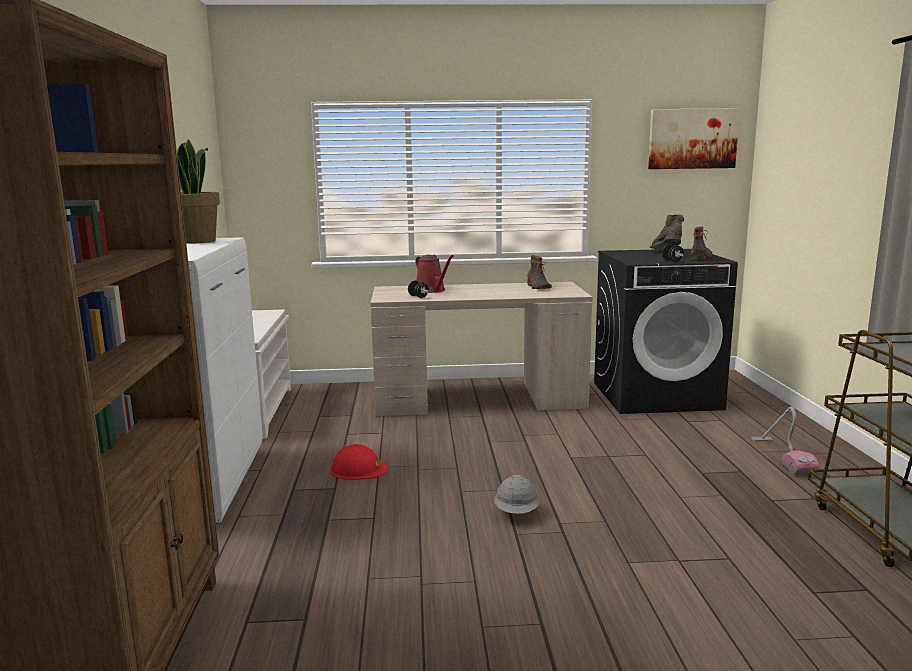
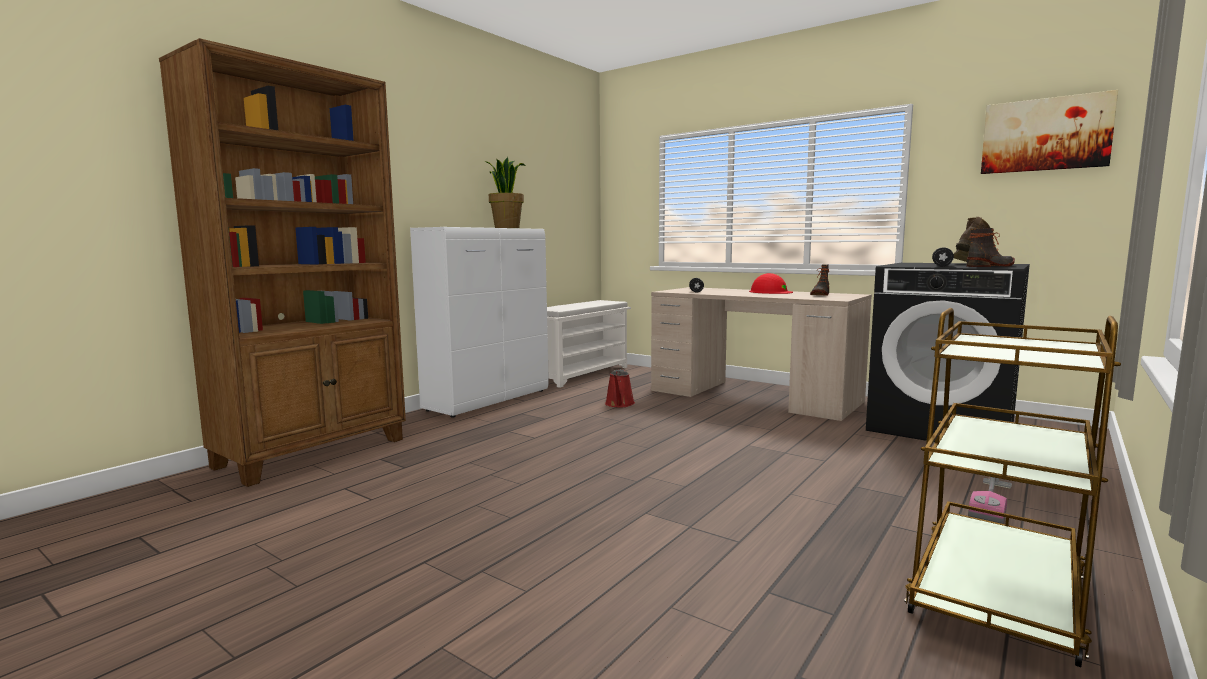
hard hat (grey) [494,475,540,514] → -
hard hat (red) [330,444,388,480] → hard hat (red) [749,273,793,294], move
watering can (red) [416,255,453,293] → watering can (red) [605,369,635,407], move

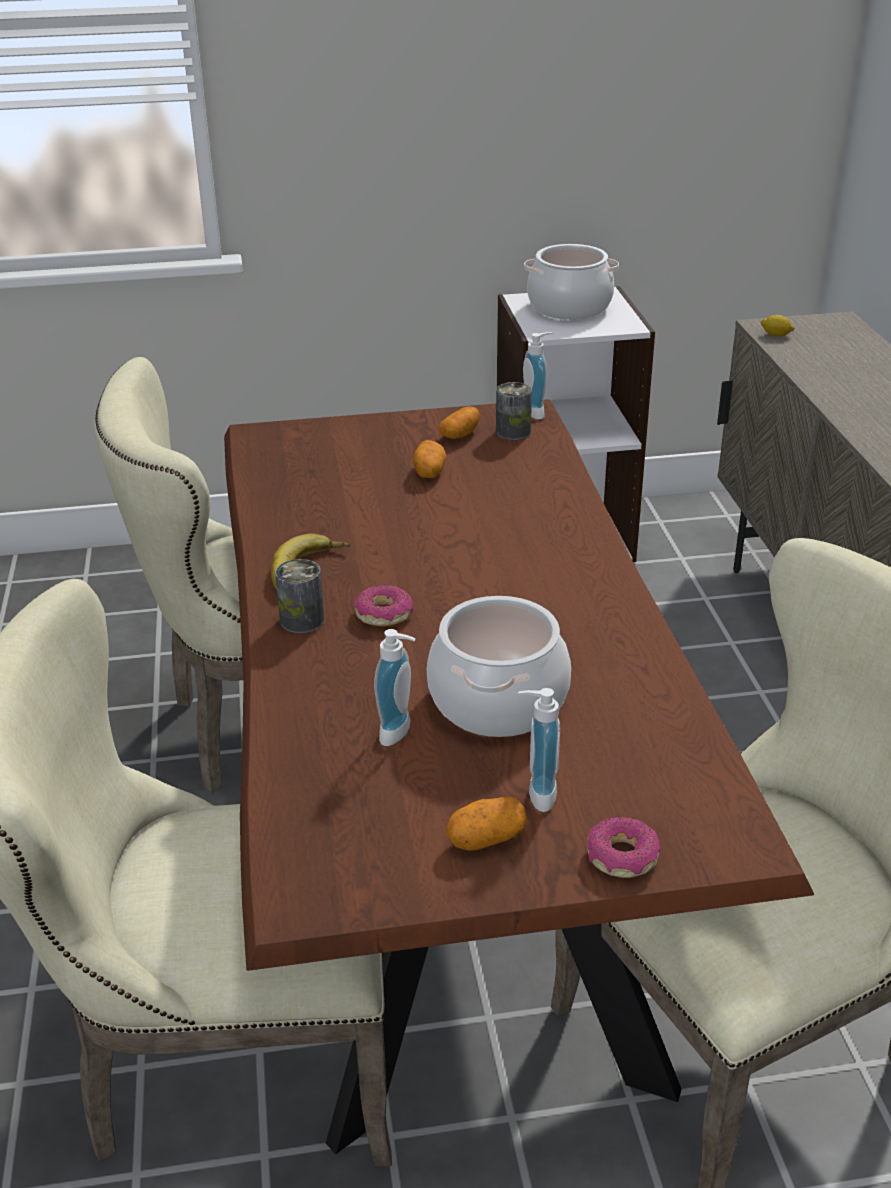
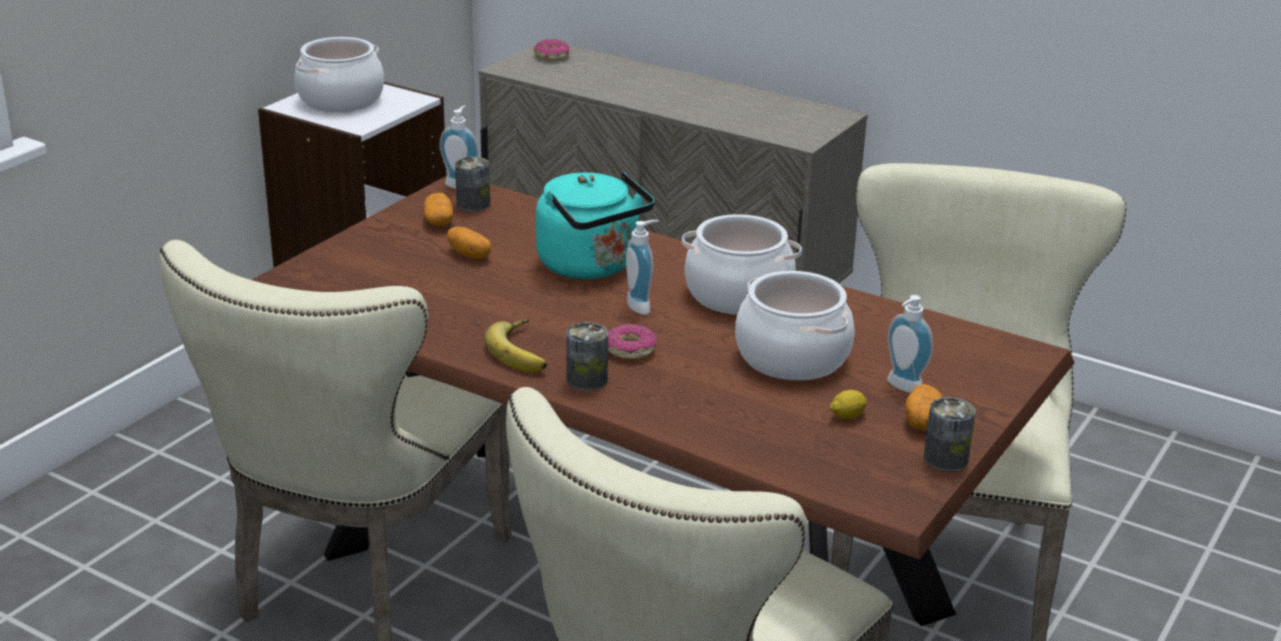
- → kettle (turquoise) [536,172,655,279]
- → cooking pot [682,214,802,315]
- → can [924,397,976,472]
soap dispenser [374,629,416,746] → soap dispenser [626,220,659,315], move
donut [587,817,660,878] → donut [534,39,570,60], move
lemon [761,315,795,336] → lemon [830,390,867,419], move

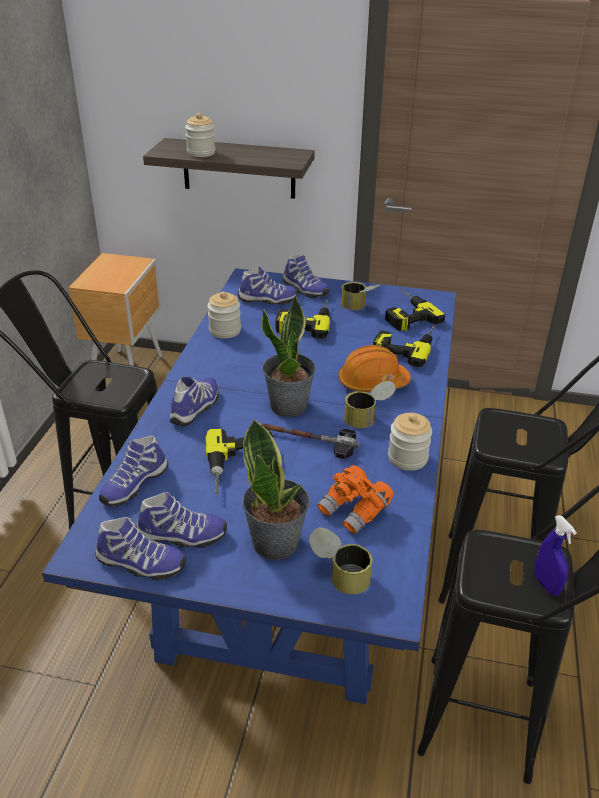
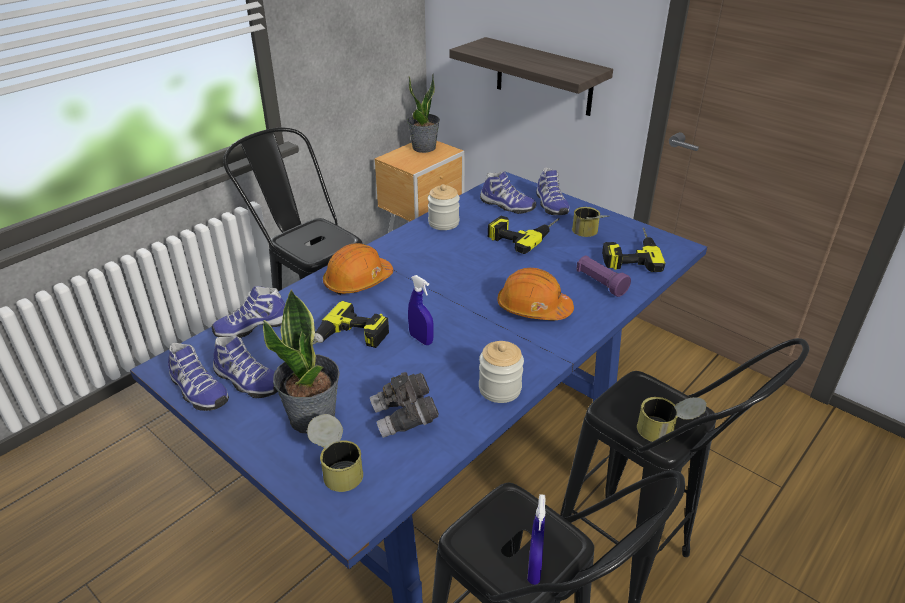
jar [185,113,216,157] → -
potted plant [262,295,316,417] → potted plant [407,74,440,153], move
can [344,381,396,428] → can [637,397,706,442], move
shoe [170,376,219,426] → hard hat (orange) [323,243,393,295]
hammer [256,421,359,459] → spray bottle (blue) [408,275,434,345]
power drill [373,326,435,368] → flashlight (purple) [576,255,631,297]
binoculars (orange) [317,465,394,534] → binoculars (grey) [370,372,439,438]

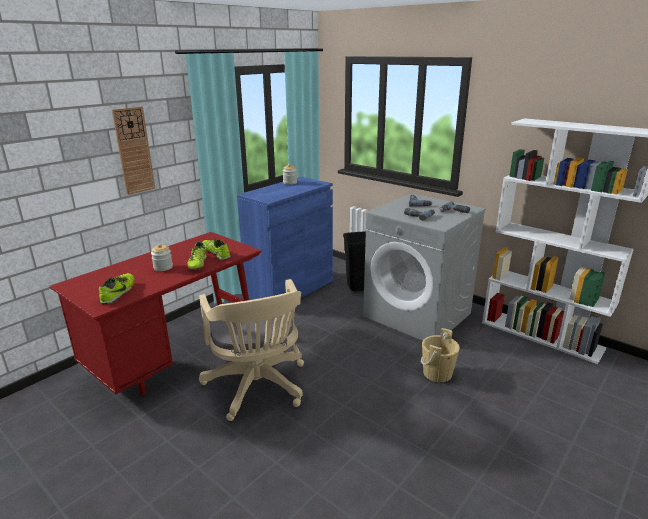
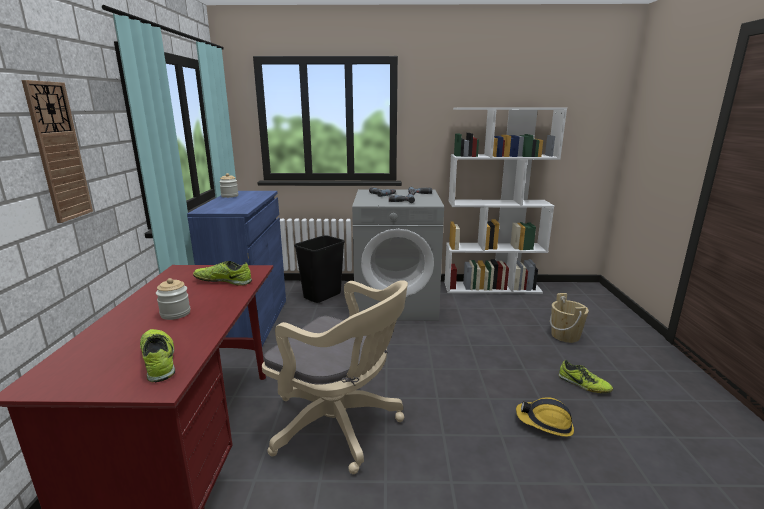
- → hard hat [516,397,574,437]
shoe [187,242,207,270] → shoe [559,360,613,393], move
bucket (beige) [421,328,460,382] → bucket (beige) [550,293,589,343], move

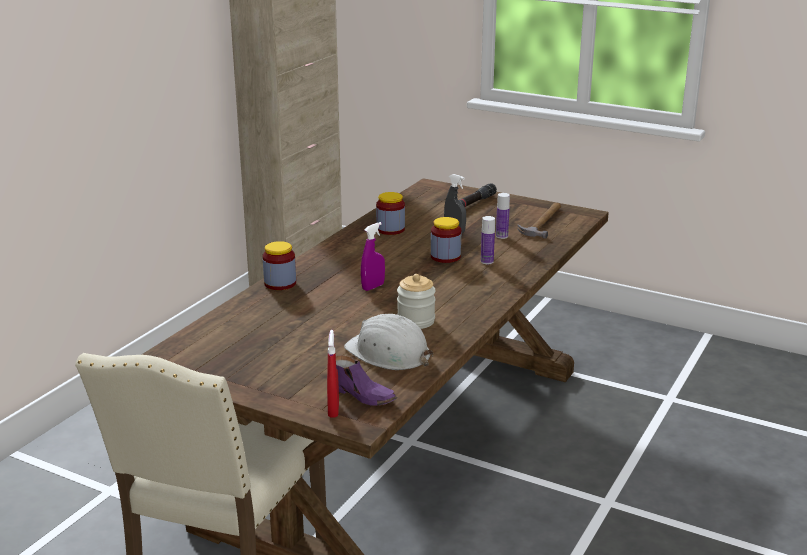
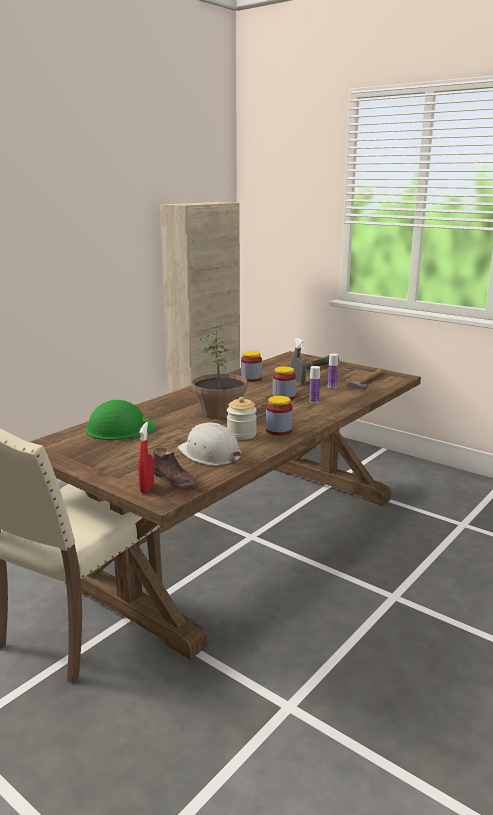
- → hard hat (green) [85,400,156,440]
jar [263,241,296,290] → jar [266,396,293,435], move
spray bottle (purple) [361,222,385,291] → potted plant [191,332,248,419]
shoe (purple) [336,355,397,405] → shoe (brown) [153,448,198,487]

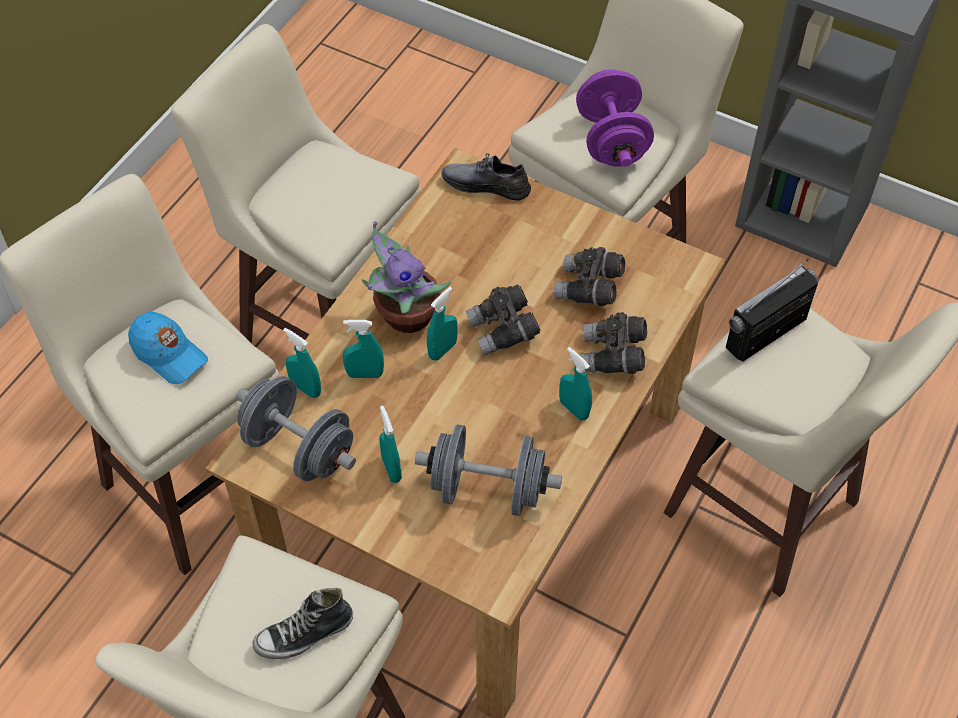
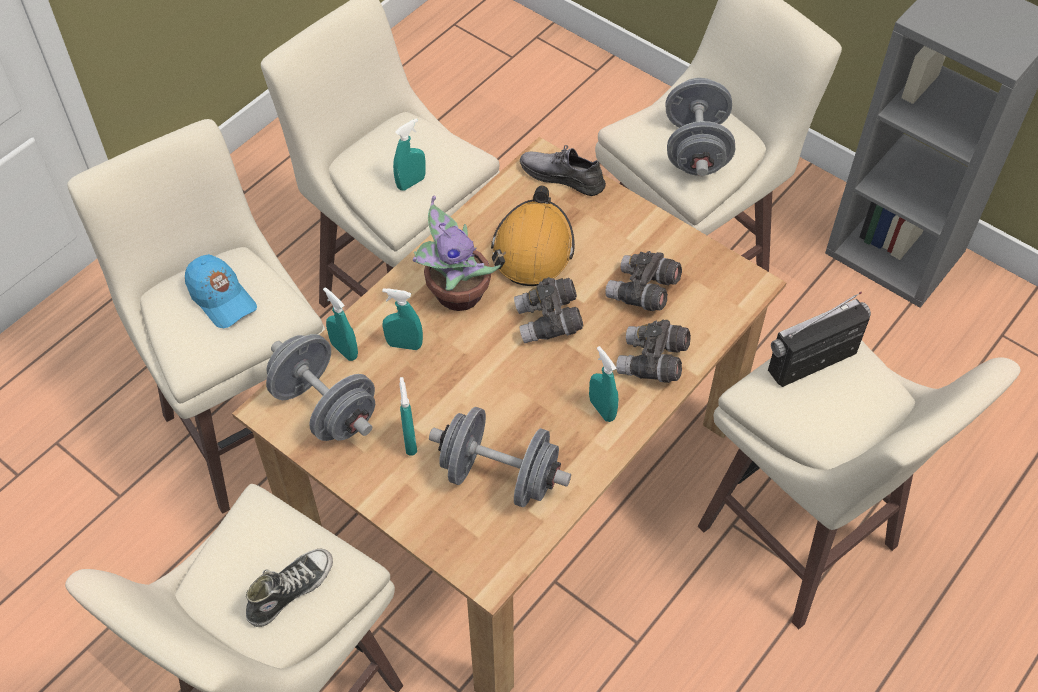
- → hard hat (orange) [491,185,575,286]
spray bottle (turquoise) [427,287,458,361] → spray bottle (turquoise) [393,118,426,191], move
dumbbell (purple) [576,69,654,167] → dumbbell (grey) [666,78,735,176]
shoe [252,588,353,659] → shoe [246,549,333,627], 150 degrees clockwise

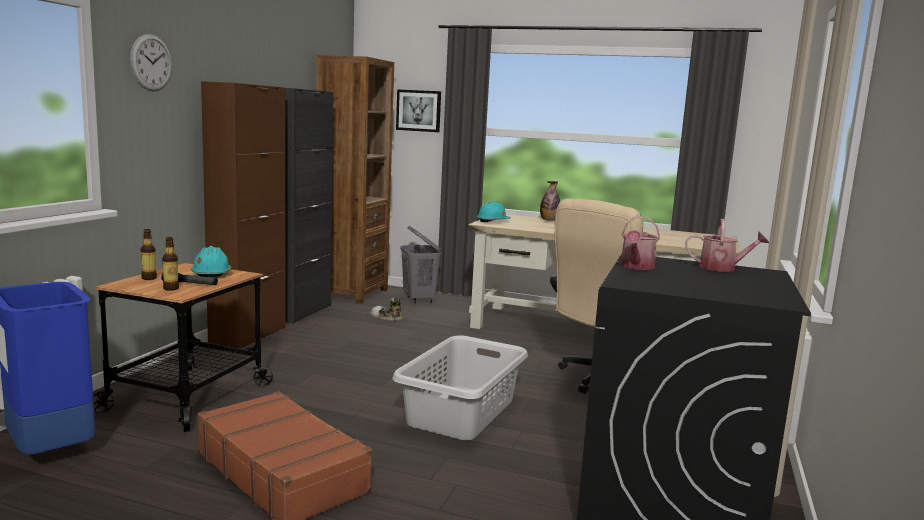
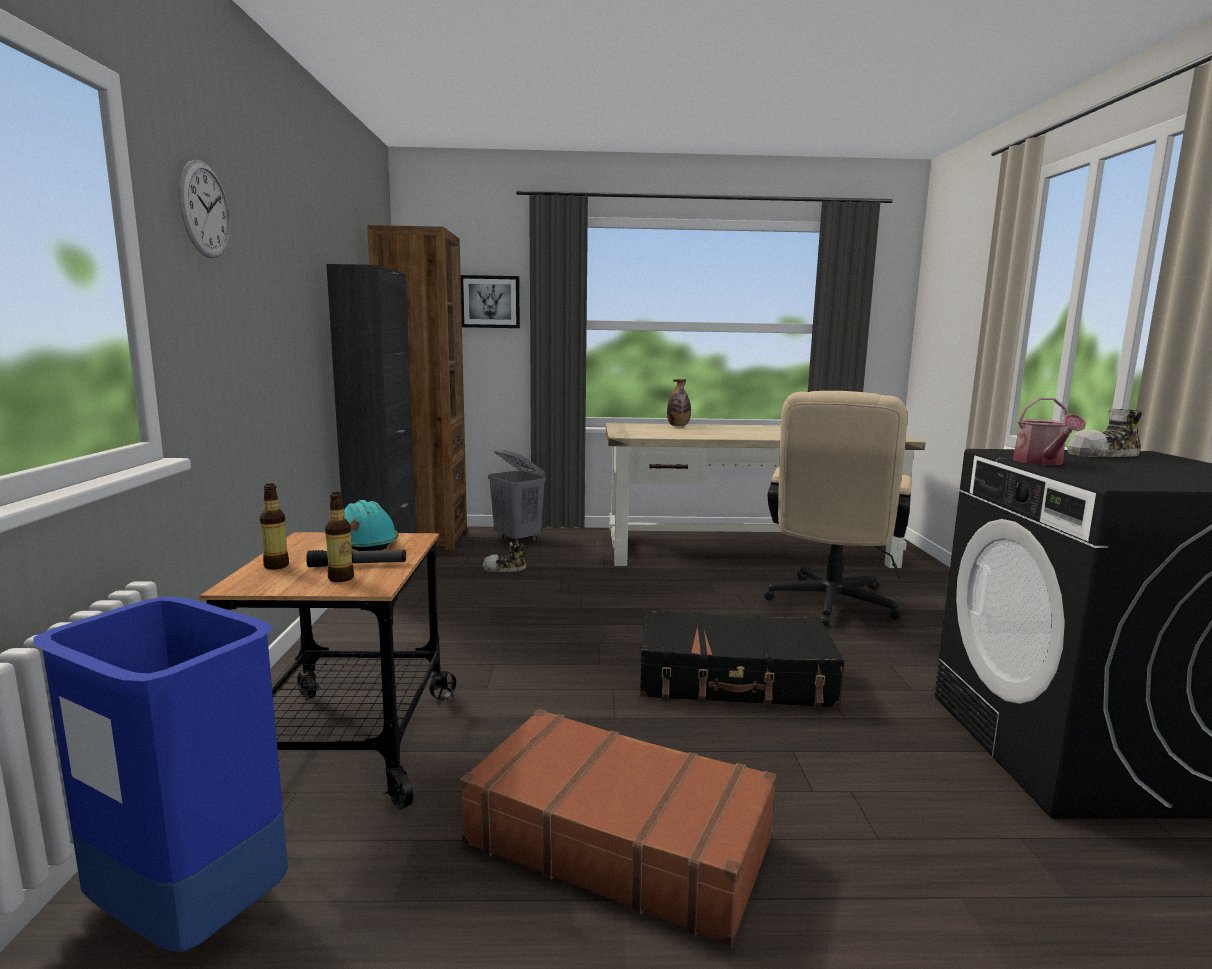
cabinet (brown) [201,81,286,349] → -
hard hat (turquoise) [477,201,511,222] → -
laundry basket (grey) [392,335,528,440] → suitcase (black) [640,609,844,708]
watering can [685,219,769,272] → shoe [1067,408,1142,457]

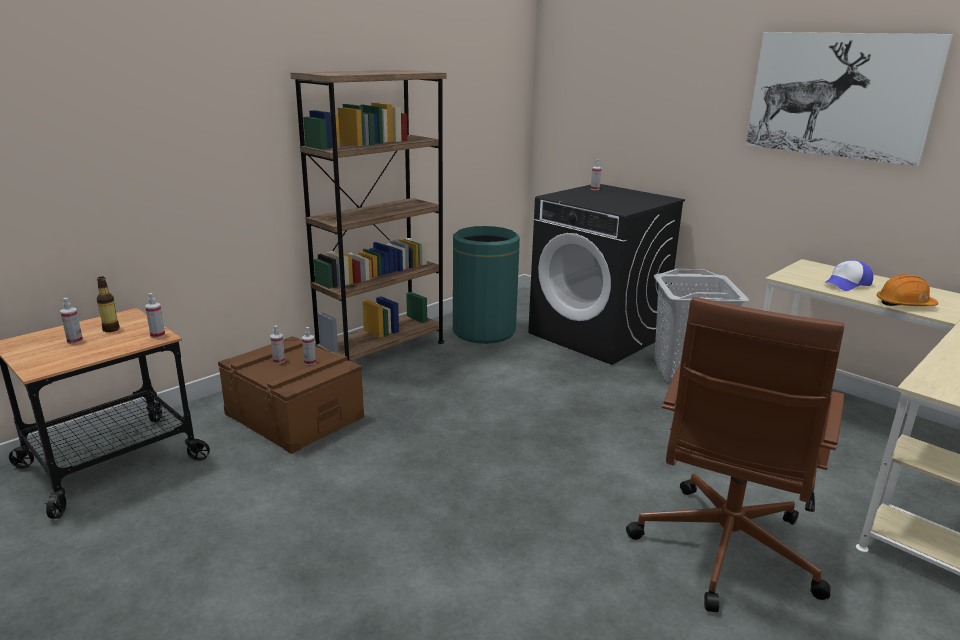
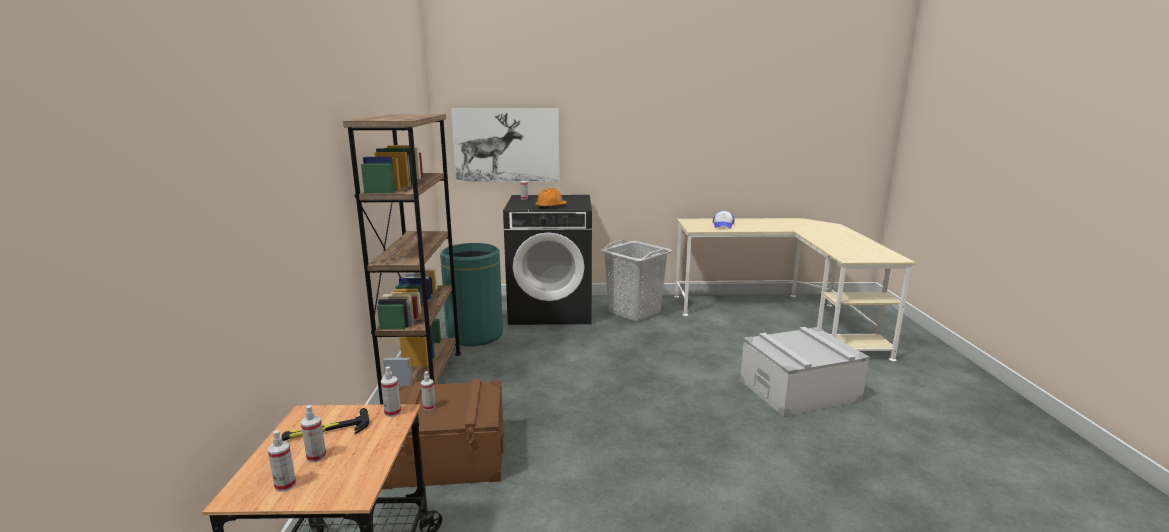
spray bottle [302,327,316,365] → spray bottle [268,430,296,492], move
picture [745,32,953,166] → picture [451,108,560,182], move
hard hat (orange) [876,274,938,306] → hard hat (orange) [535,188,567,209], move
bottle [96,276,120,332] → hammer [282,408,369,441]
office chair (brown) [626,297,845,612] → storage box (grey) [740,327,870,417]

